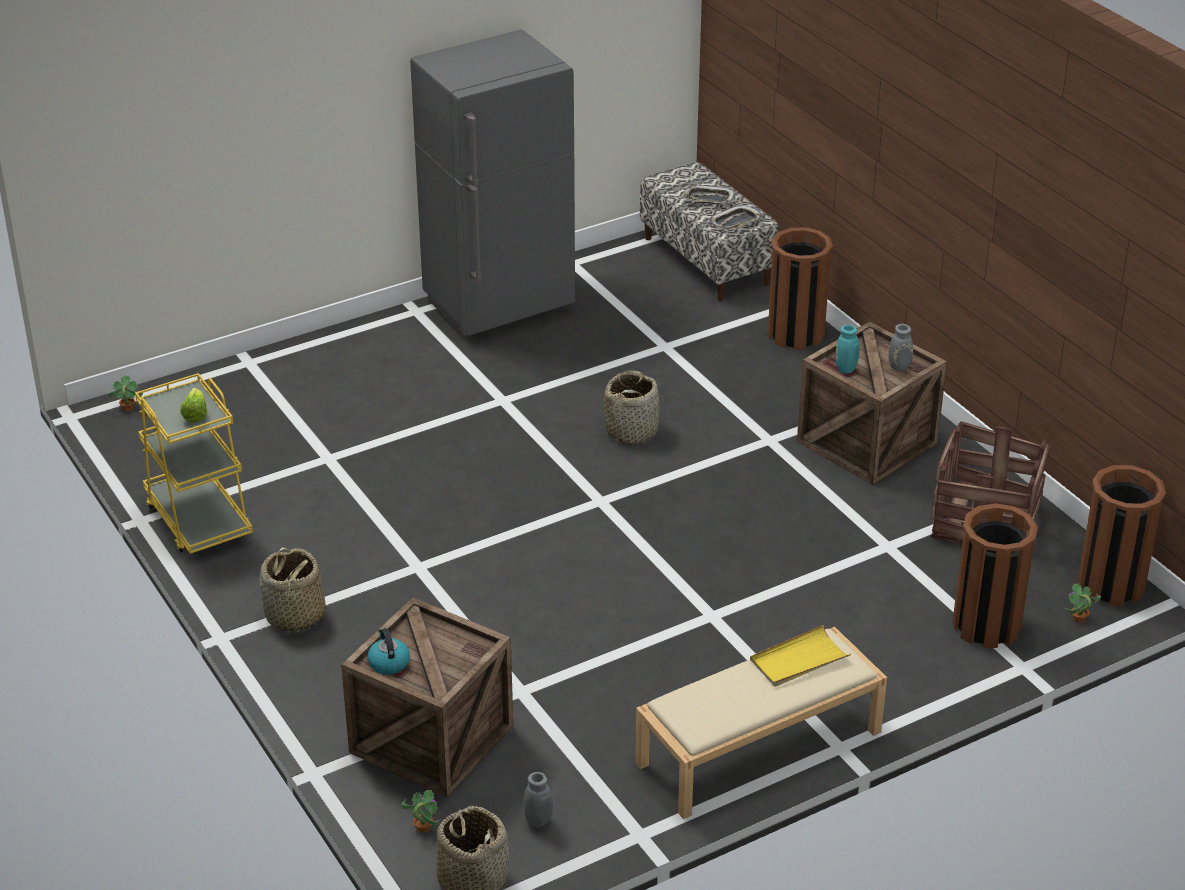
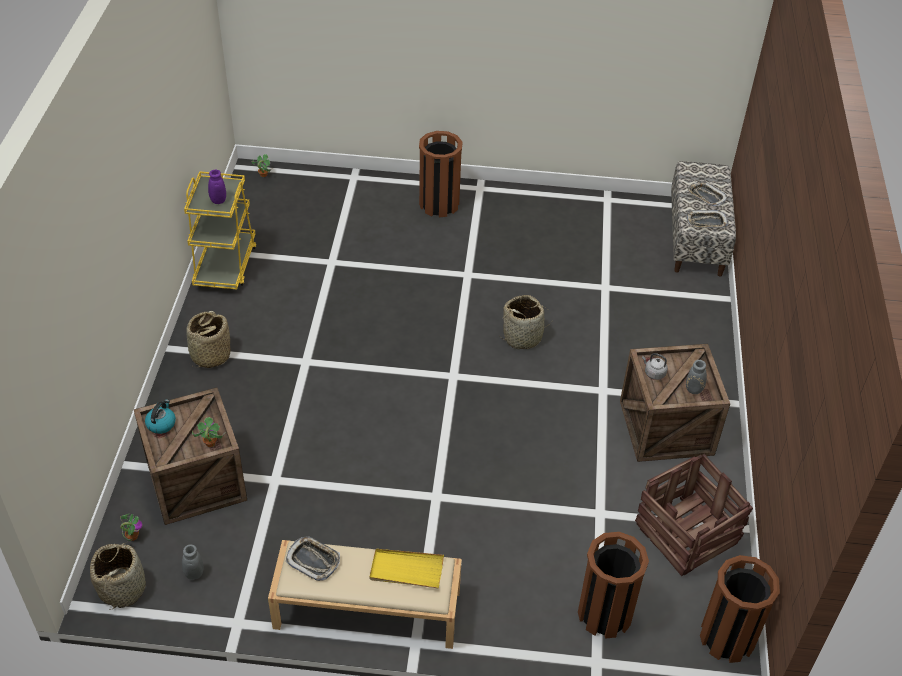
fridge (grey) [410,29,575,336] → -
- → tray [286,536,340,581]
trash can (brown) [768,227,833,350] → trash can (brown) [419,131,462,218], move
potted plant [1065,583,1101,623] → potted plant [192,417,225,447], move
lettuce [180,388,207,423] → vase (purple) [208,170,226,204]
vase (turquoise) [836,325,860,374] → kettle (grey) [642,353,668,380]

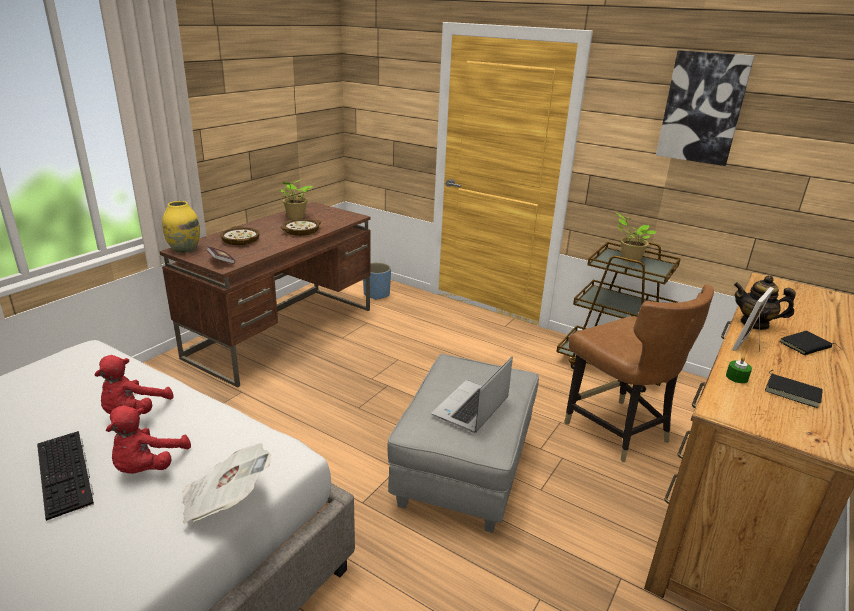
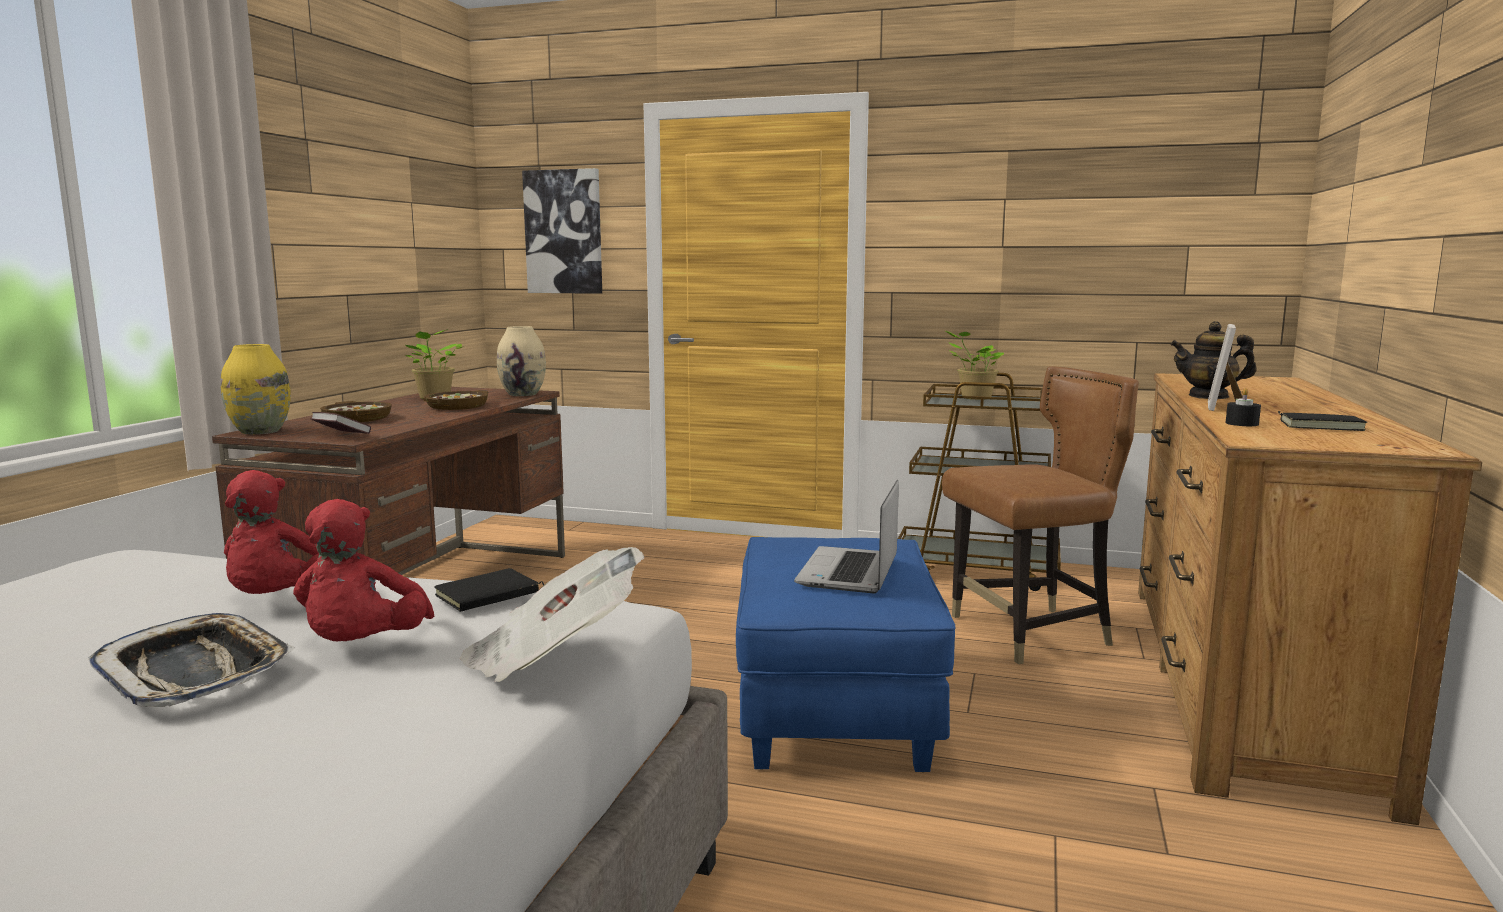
planter (blue) [363,262,391,300] → -
- → vase (beige) [497,326,546,396]
picture [656,50,755,166] → picture [522,168,602,294], move
book (black) [779,331,841,355] → book (black) [434,568,544,612], move
keyboard [37,431,94,521] → tray [88,613,295,707]
ottoman (grey) [388,354,539,533] → ottoman (blue) [736,537,955,772]
candle (green) [726,356,752,383] → candle (black) [1226,388,1261,426]
chair (brown) [564,284,714,462] → chair (brown) [942,366,1139,664], 60 degrees counterclockwise

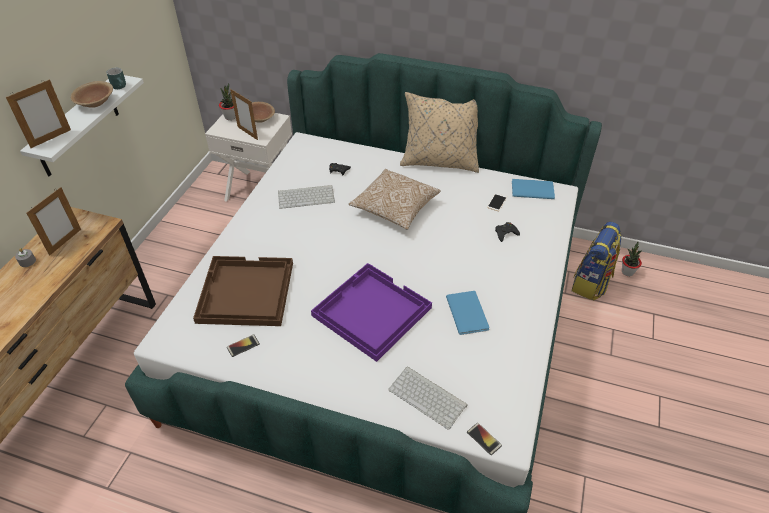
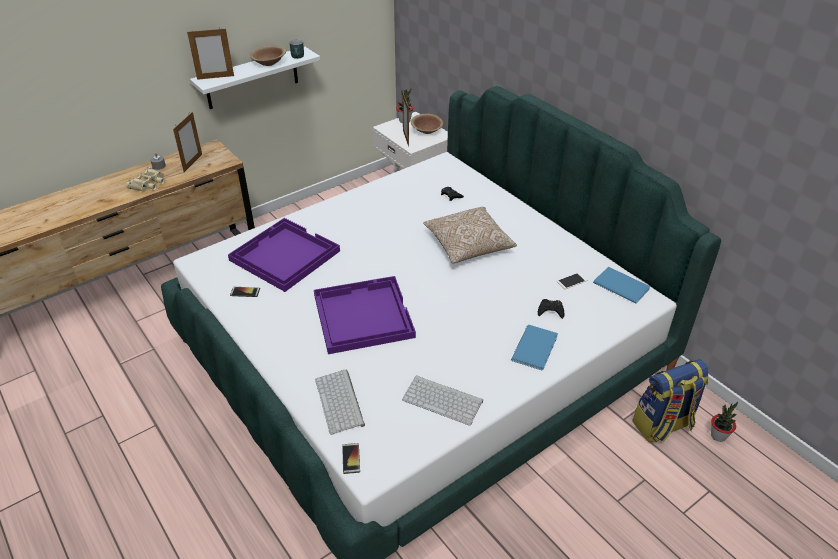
pillow (beige) [400,92,479,173] → -
- → binoculars (beige) [126,167,165,192]
keyboard [278,185,335,209] → keyboard [402,375,483,426], move
book (blue) [446,291,490,335] → book (blue) [511,325,558,370], move
tray (brown) [193,256,293,326] → tray (purple) [228,218,340,292]
picture frame [26,187,81,255] → picture frame [173,112,202,172], 45 degrees counterclockwise

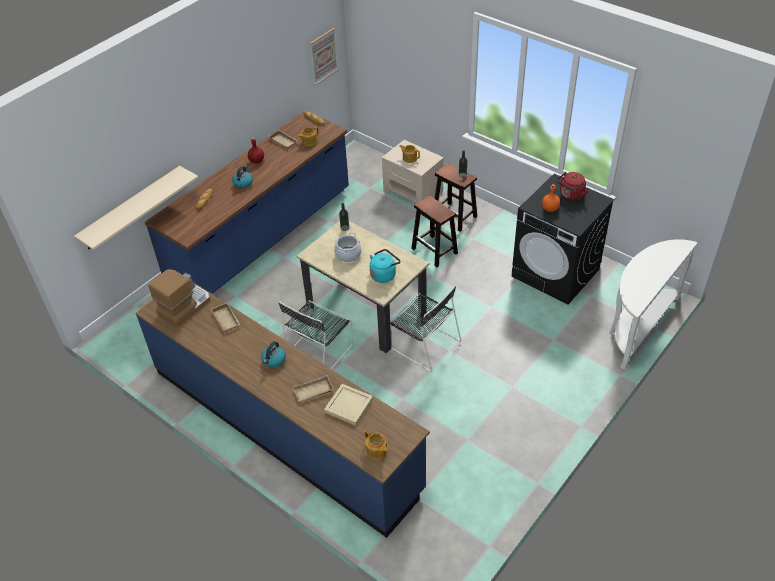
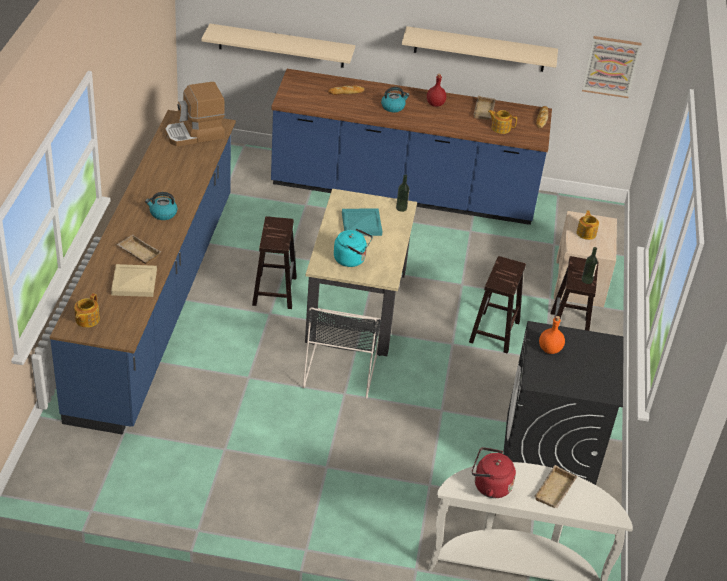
- → shelf (beige) [402,26,558,72]
tray (beige) [211,303,240,332] → tray (beige) [534,465,577,508], move
kettle (red) [557,172,588,200] → kettle (red) [472,447,516,498], move
chair (black) [278,300,353,369] → stool (brown) [252,216,297,309]
cooking pot [334,232,362,262] → tray (turquoise) [342,209,382,236]
coffee machine [148,269,210,327] → coffee machine [165,82,225,146], 150 degrees clockwise

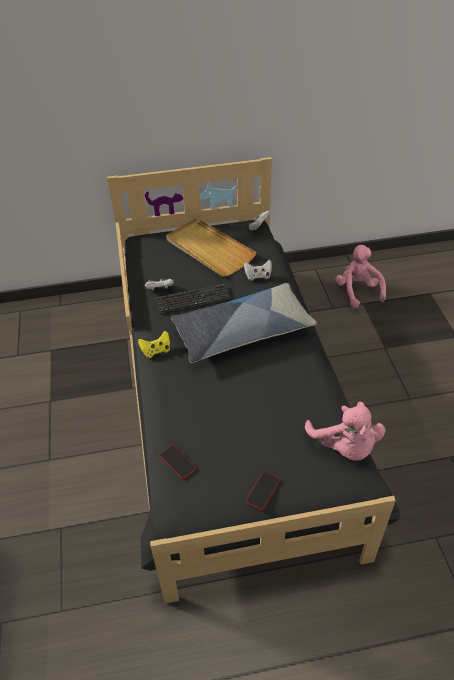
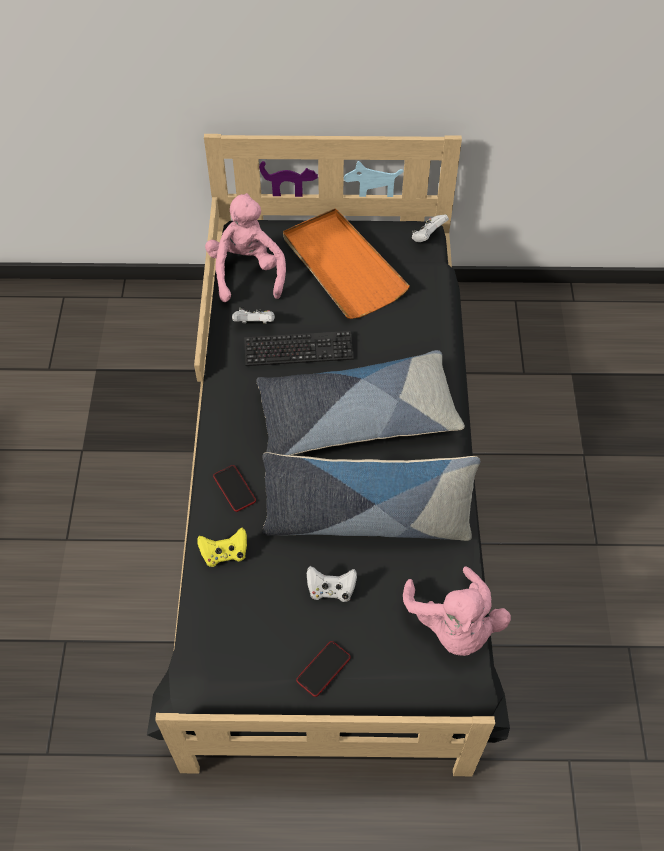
- → pillow [262,452,480,541]
game controller (yellow) [138,331,170,358] → game controller (yellow) [198,527,247,567], move
phone [159,445,197,479] → phone [213,465,256,512], move
game controller (white) [244,260,272,281] → game controller (white) [307,566,357,602], move
plush toy (pink) [336,245,386,308] → plush toy (pink) [205,193,286,302], move
tray (beige) [166,218,257,277] → tray (orange) [283,208,410,319]

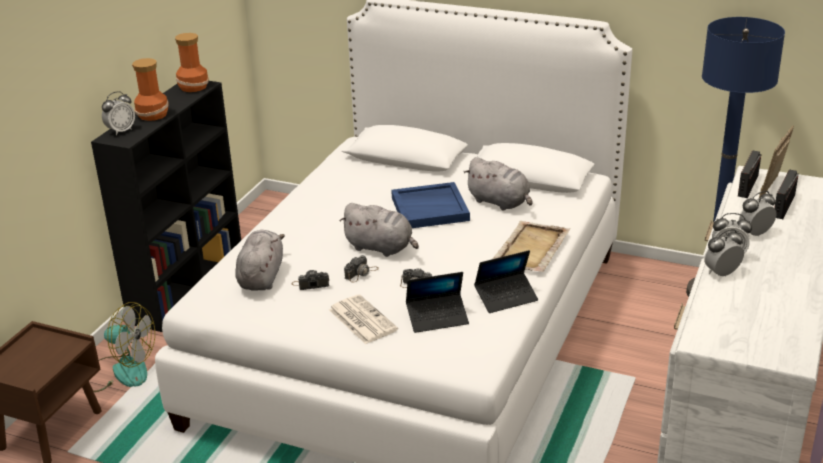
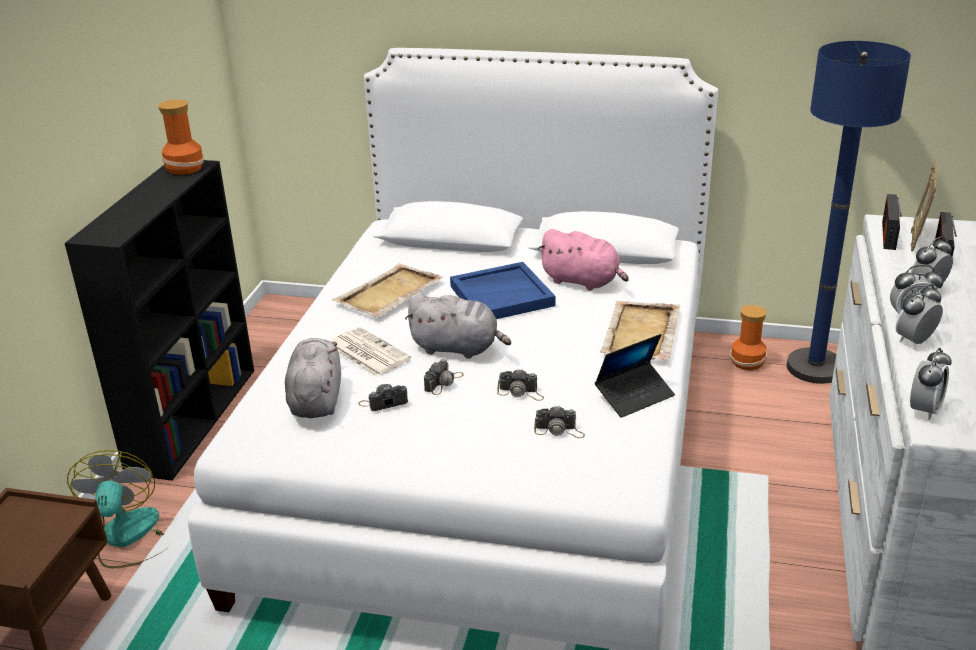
- → tray (beige) [332,263,443,317]
alarm clock [102,91,135,135] → alarm clock [910,347,952,420], move
vase [132,58,169,121] → vase [730,305,767,371], move
newspaper [329,294,398,344] → newspaper [330,327,411,377], move
laptop [406,272,469,333] → photo camera [534,406,585,438]
plush toy (grey) [464,157,533,211] → plush toy (pink) [538,229,629,291]
fan [93,302,155,392] → fan [67,450,170,568], 105 degrees counterclockwise

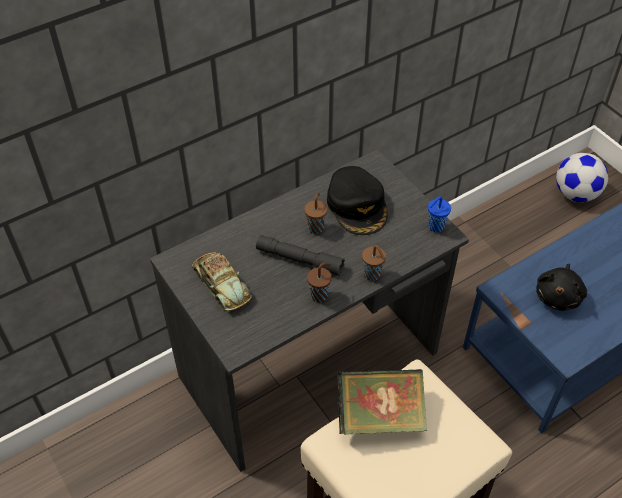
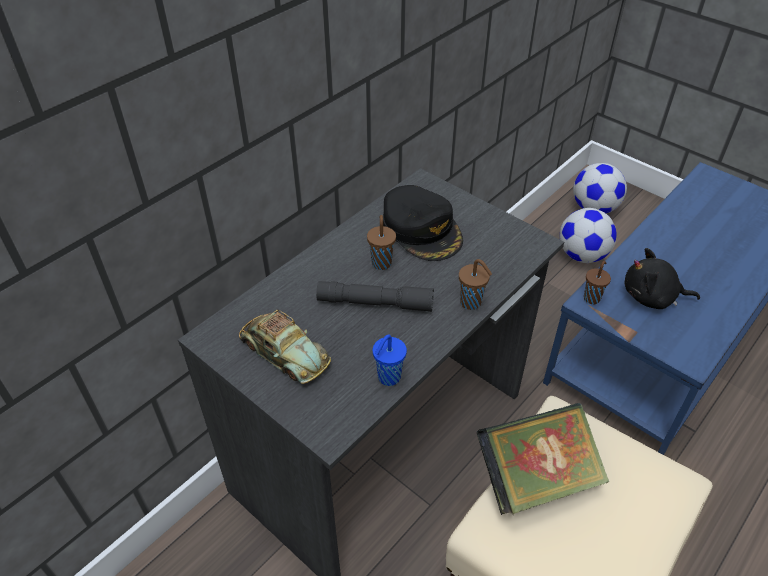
- → football [560,208,617,263]
cup (brown) [307,263,332,302] → cup (brown) [584,261,611,304], move
cup (blue) [428,196,451,233] → cup (blue) [373,334,407,386], move
plush toy (black) [536,264,587,311] → plush toy (black) [624,248,700,309], 90 degrees clockwise

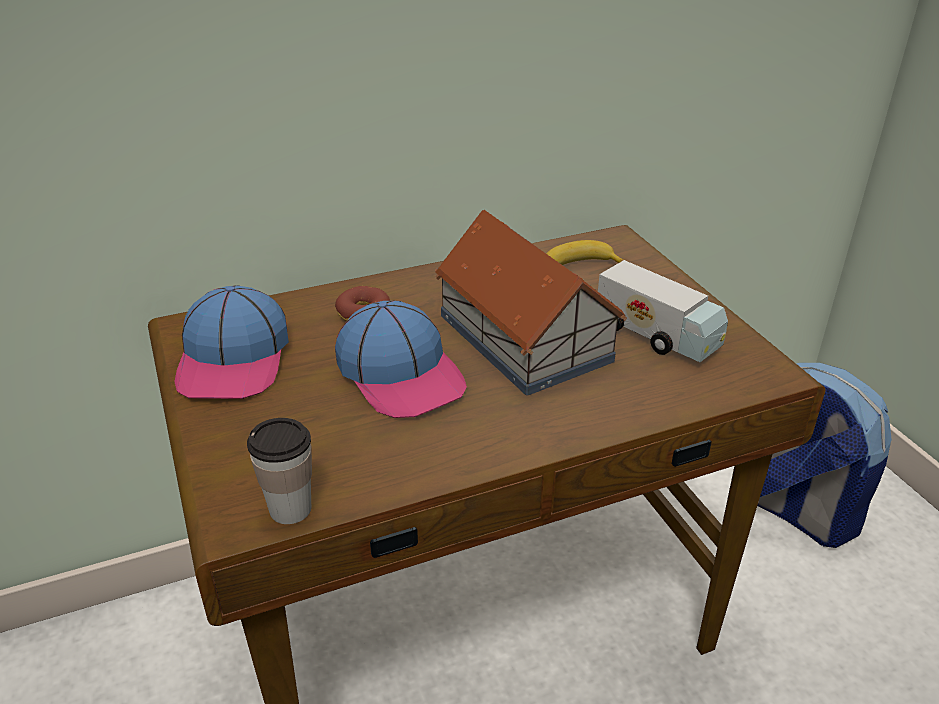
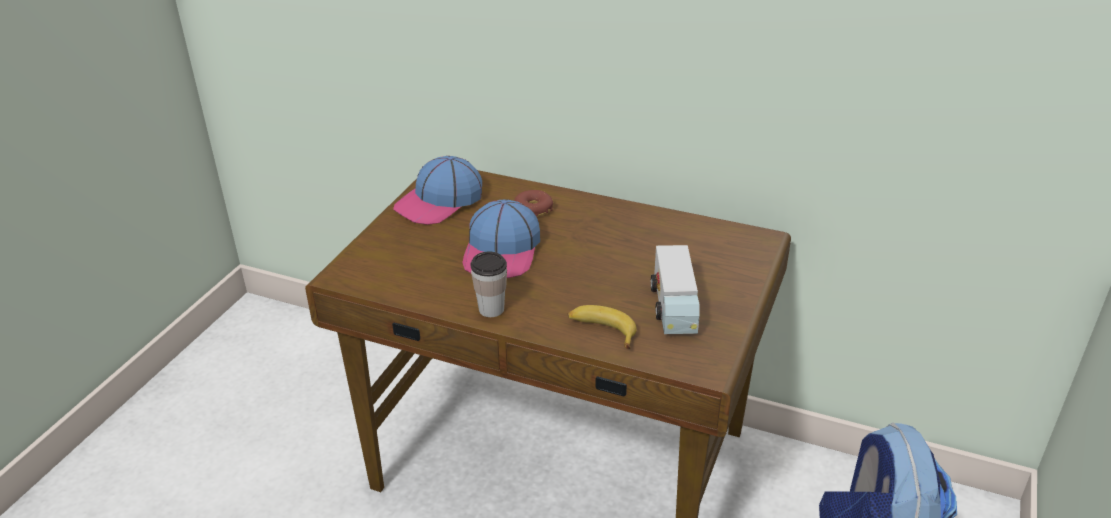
toy house [435,210,627,396] → -
cup [247,418,312,524] → cup [470,251,507,317], move
banana [546,240,623,265] → banana [568,305,637,349], move

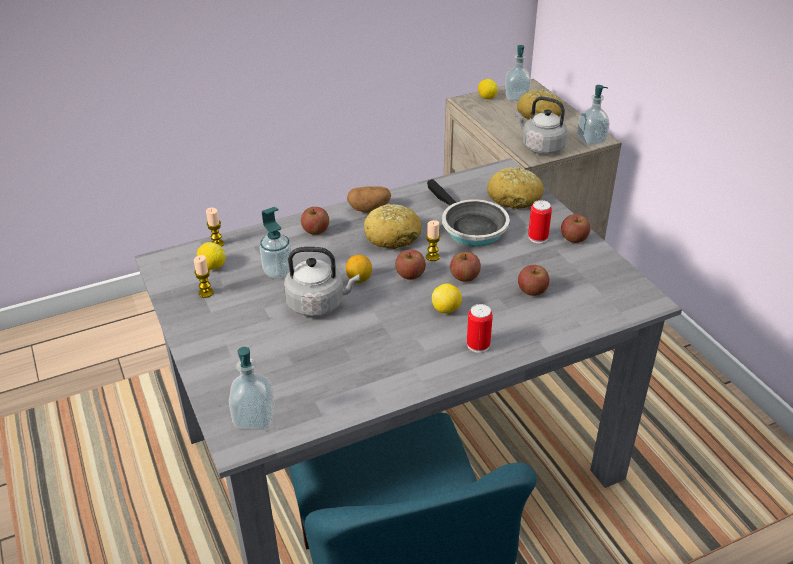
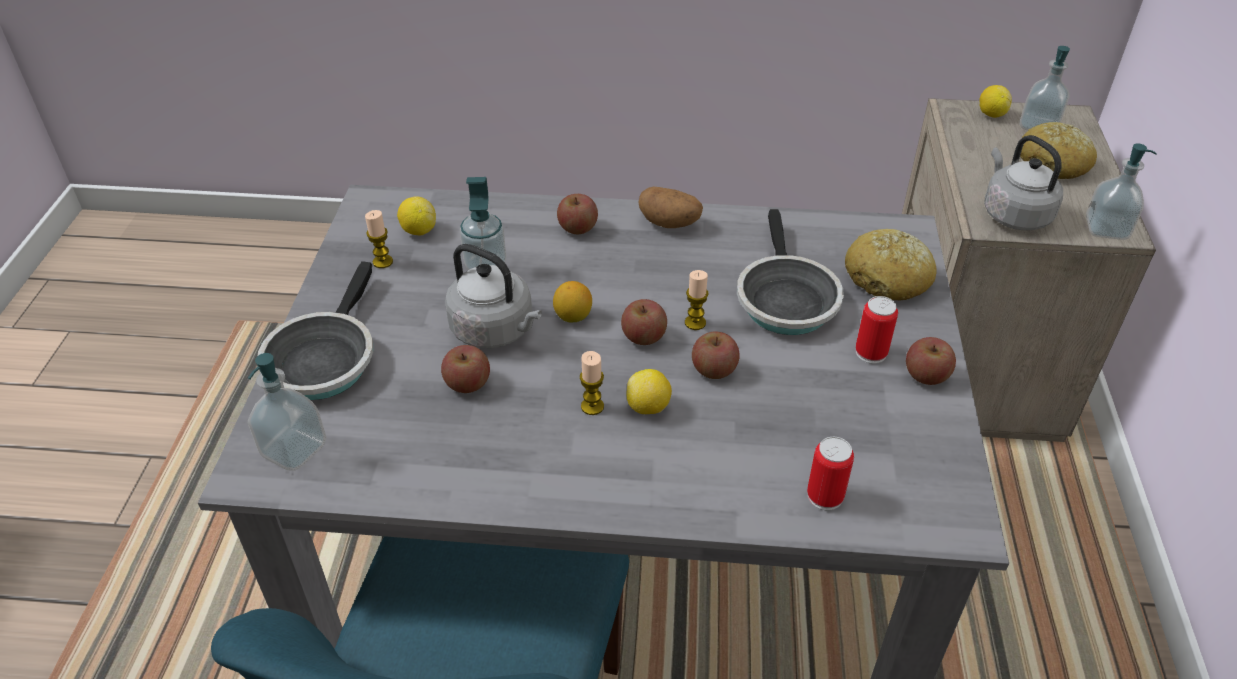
bread [364,204,421,249] → -
- → frying pan [258,261,373,400]
candle [206,207,224,247] → candle [580,351,604,415], move
can [467,304,493,353] → can [807,437,854,511], move
apple [518,265,550,296] → apple [441,345,490,393], move

